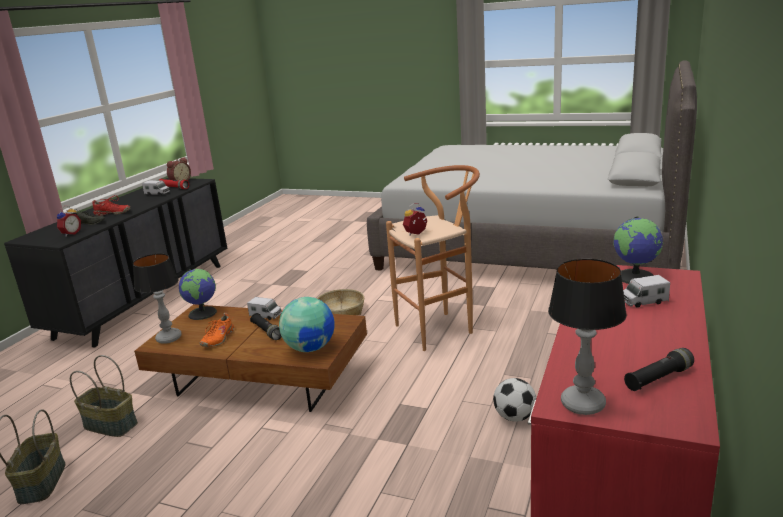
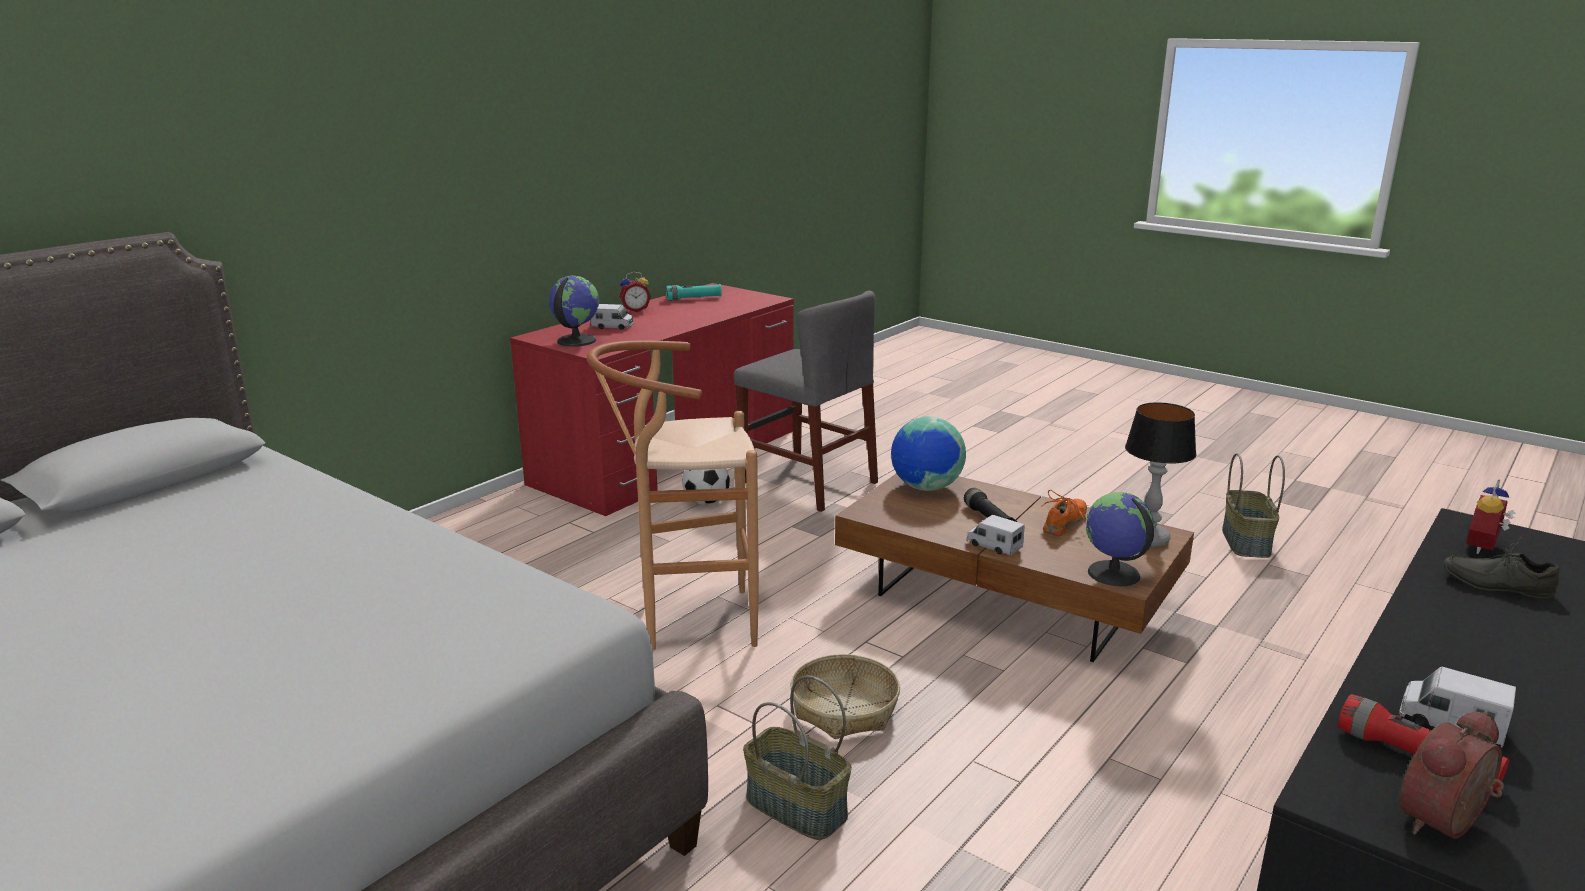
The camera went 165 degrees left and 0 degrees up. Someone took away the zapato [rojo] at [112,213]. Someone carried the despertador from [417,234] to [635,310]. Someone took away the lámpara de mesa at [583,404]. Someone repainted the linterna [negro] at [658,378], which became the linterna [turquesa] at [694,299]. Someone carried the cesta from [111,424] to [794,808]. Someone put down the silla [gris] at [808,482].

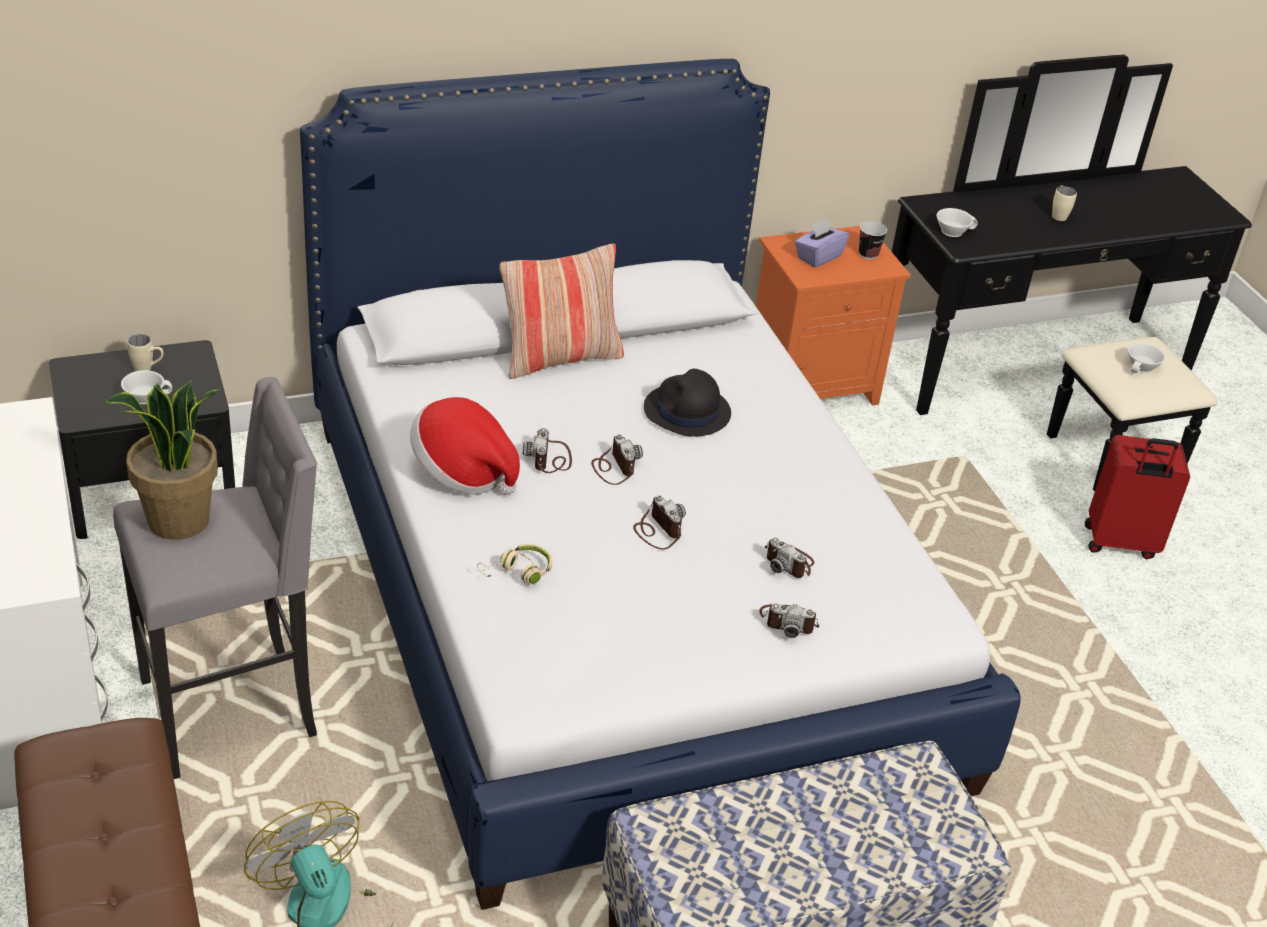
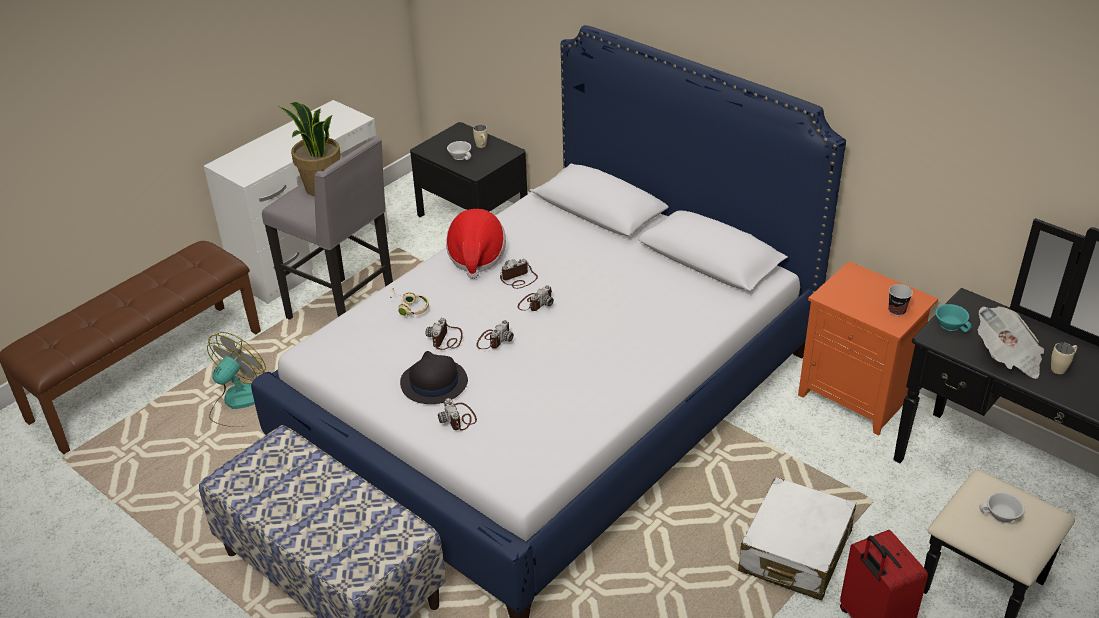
The camera went 65 degrees right and 0 degrees up. Someone repainted the taza [blanco] at [952,230], which became the taza [turquesa] at [951,325]. Someone took away the caja de pañuelos [morado] at [818,257]. Someone took away the cojín at [560,358]. Someone carried the sombrero [negro] from [687,412] to [433,383]. Someone carried the cámara from [789,562] to [446,339]. Someone put down the periódico at [1007,357]. Someone put down the maleta [blanco] at [795,552].

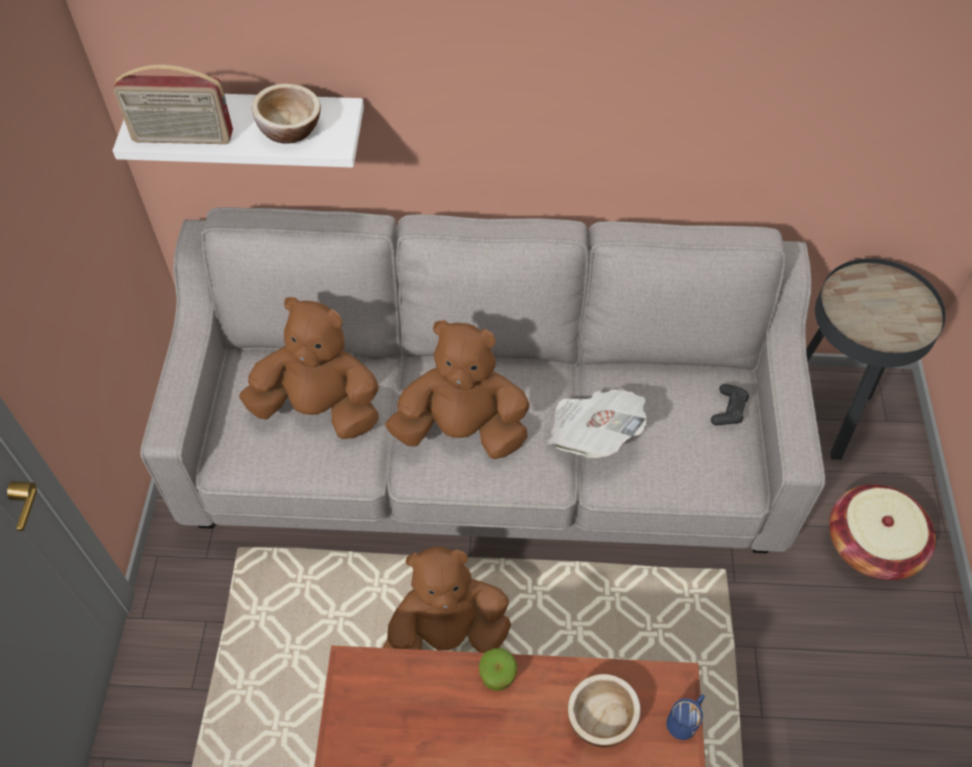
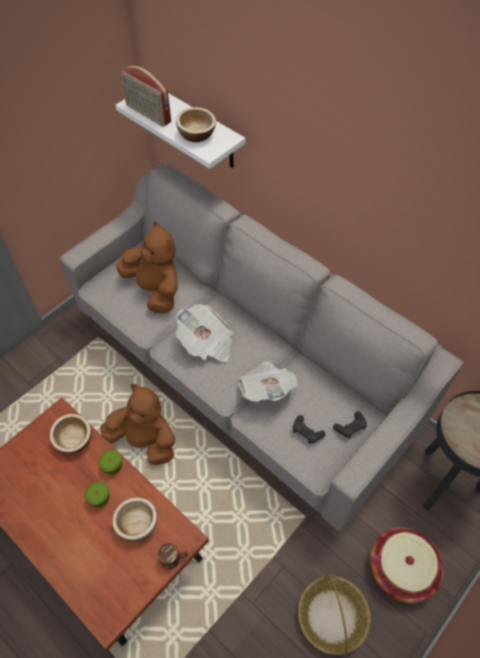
The camera went 40 degrees right and 0 degrees up. Someone swapped the peluche [marrón] at [462,430] for the periódico at [206,343]. Someone repainted the taza grande [azul] at [686,719], which became the taza grande [marrón] at [174,558]. Someone put down the cuenco at [74,439]. Someone put down the mando de consola [negro] at [307,432]. Someone put down the manzana at [100,498]. Someone put down the cesta at [332,617].

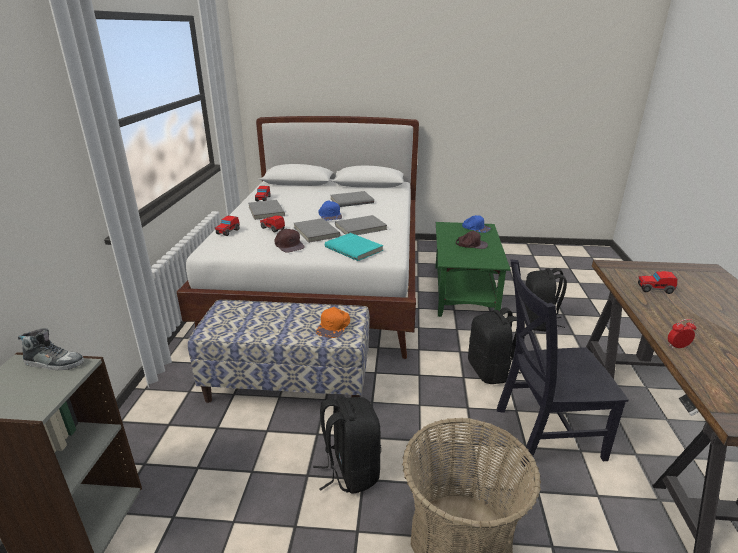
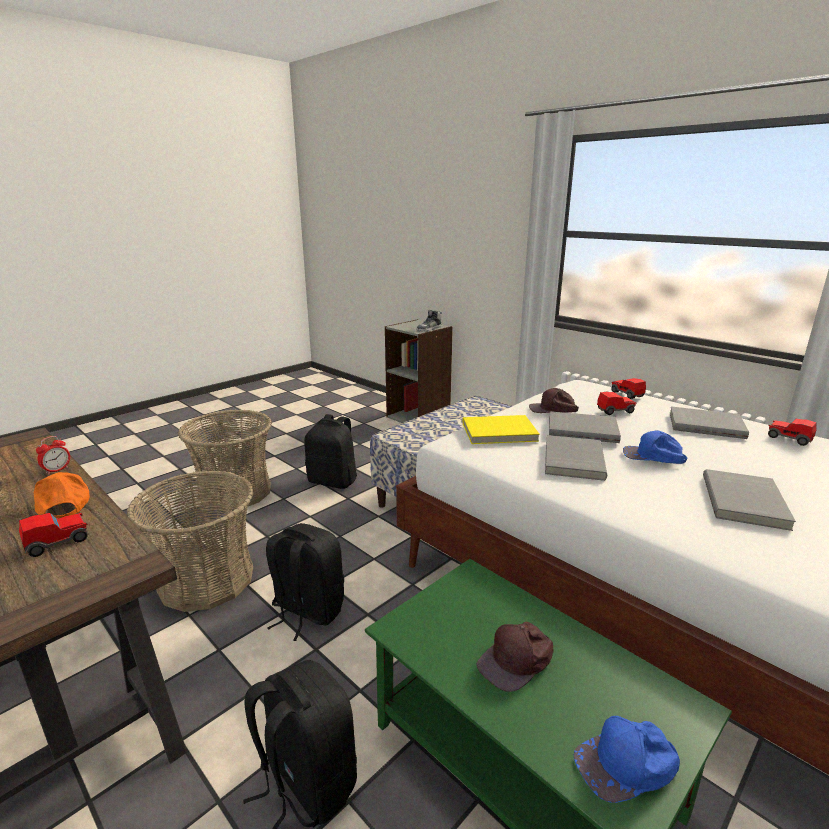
The camera went 130 degrees right and 5 degrees down. Someone repainted the libro [turquesa] at [354,248], which became the libro [amarillo] at [499,433]. Someone swapped the silla [negro] at [543,433] for the cesta at [207,579]. Someone carried the gorra [naranja] from [334,326] to [63,503].

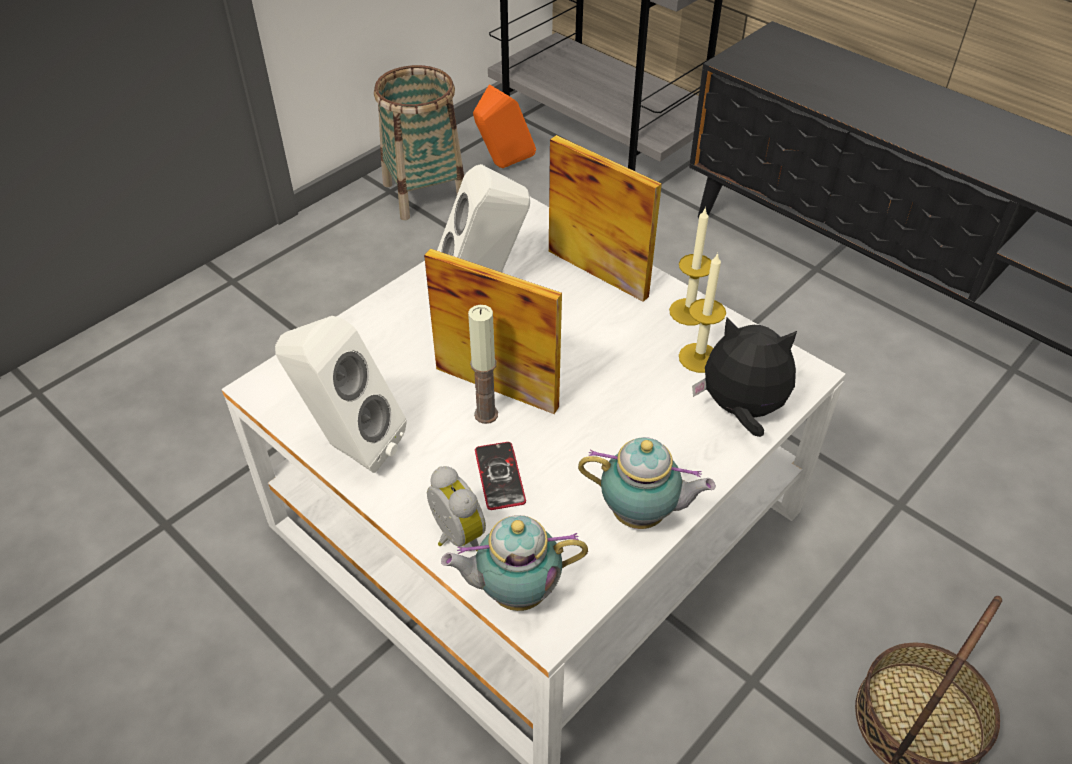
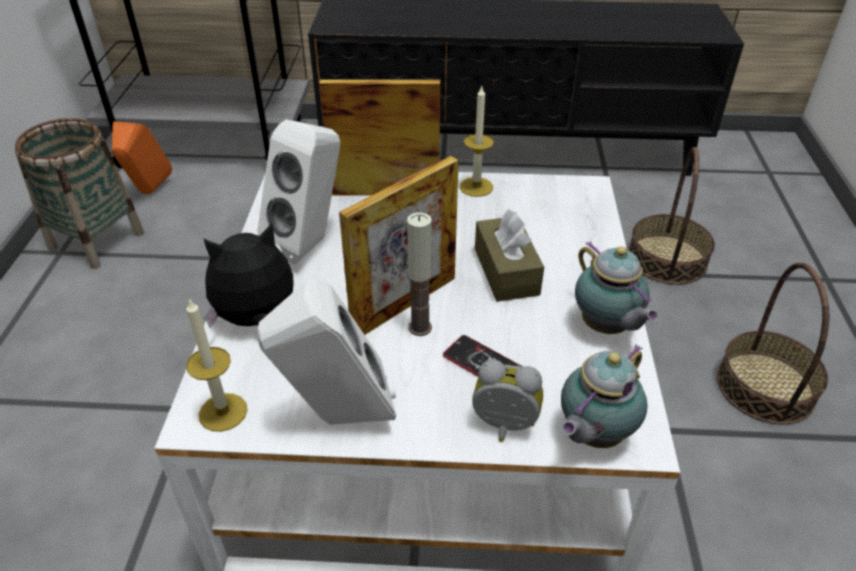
The camera went 40 degrees left and 5 degrees down. Someone rotated the portarretratos at [496,387] by 150 degrees clockwise. Someone carried the vela from [699,358] to [223,412]. Someone carried the peluche from [741,410] to [258,321]. Someone rotated the tetera at [642,515] by 90 degrees clockwise. Someone put down the cesta at [667,259]. Someone put down the caja de pañuelos [marrón] at [506,271].

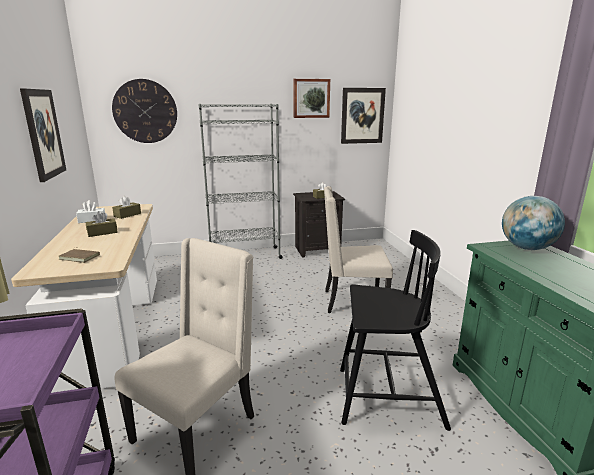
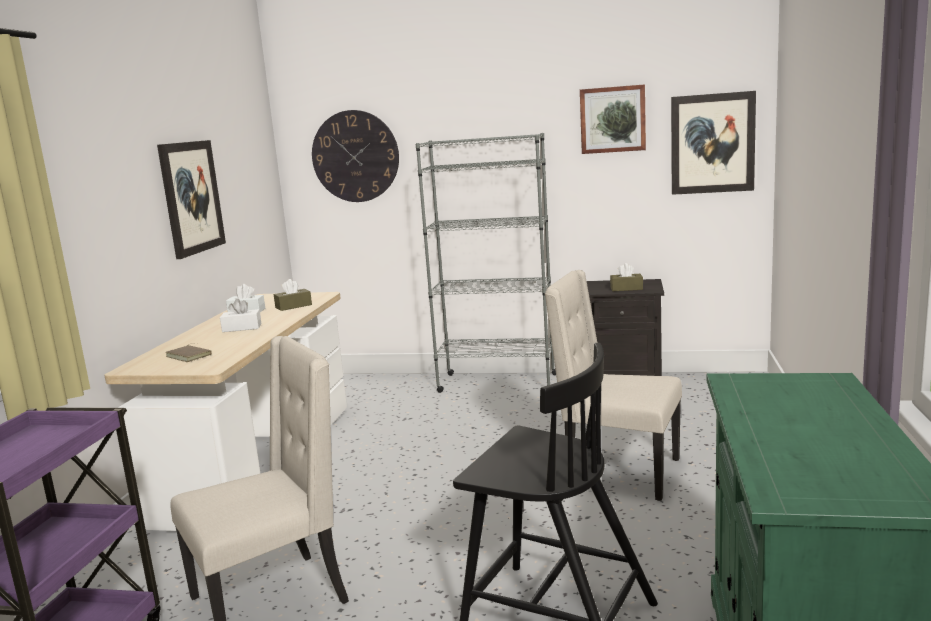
The camera went 25 degrees right and 5 degrees down. Someone took away the globo terráqueo at [526,248]. Someone repainted the caja de pañuelos [marrón] at [102,233], which became the caja de pañuelos [blanco] at [242,328].

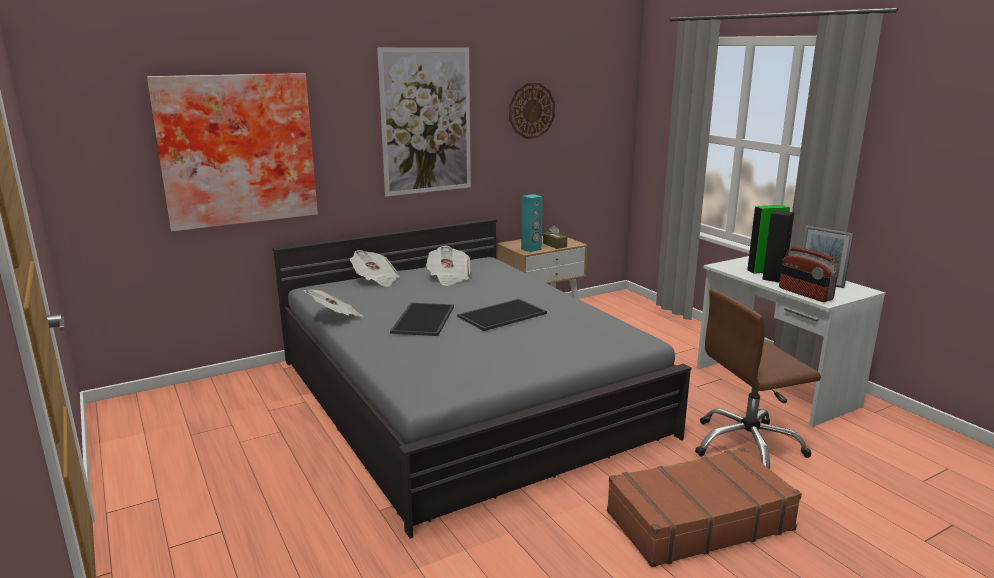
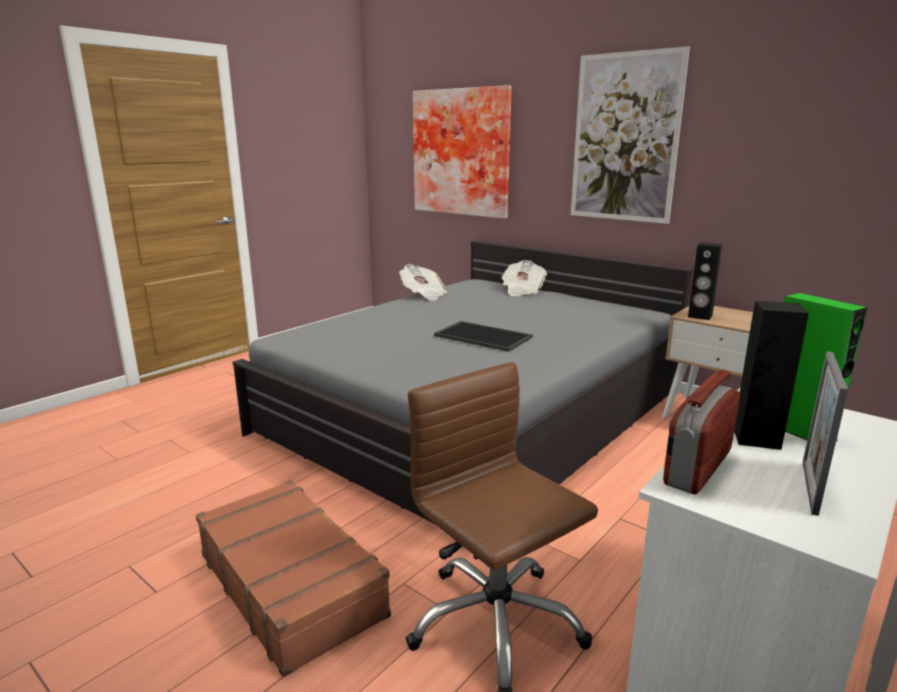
The camera went 70 degrees right and 0 degrees up. Someone took away the reloj de pared at [531,110]. Someone repainted the altavoz [turquesa] at [531,249], which became the altavoz [negro] at [700,316]. Someone took away the caja de pañuelos [marrón] at [554,245]. Someone took away the periódico at [448,278]. Someone took away the bandeja at [422,319].

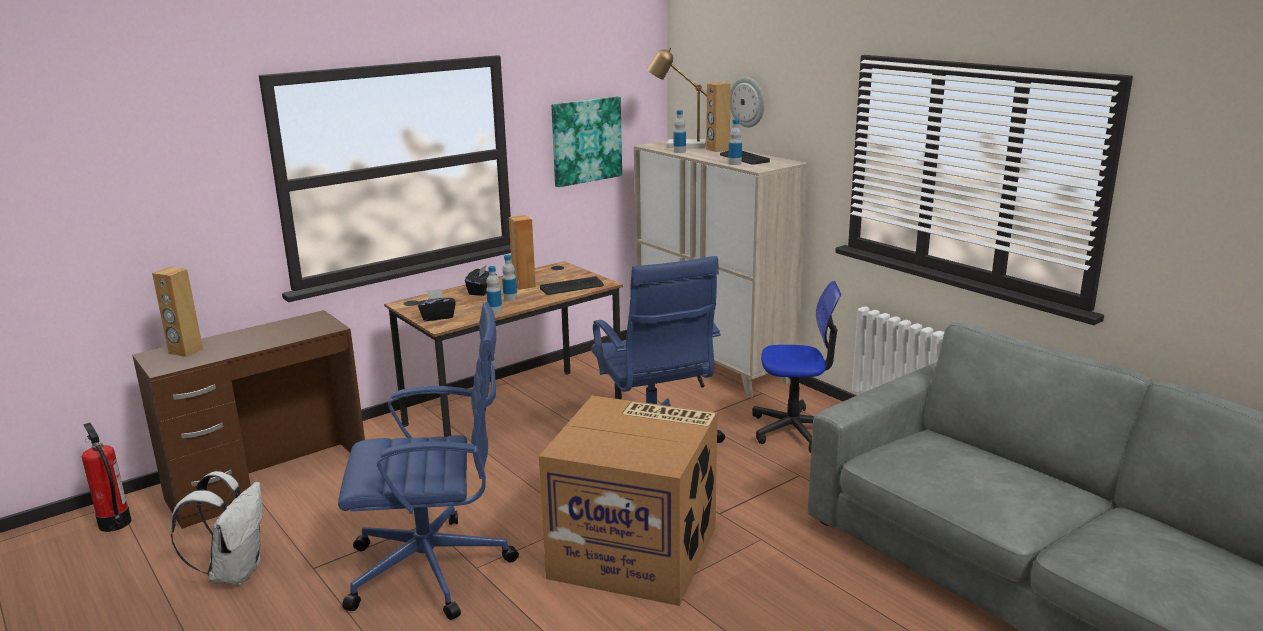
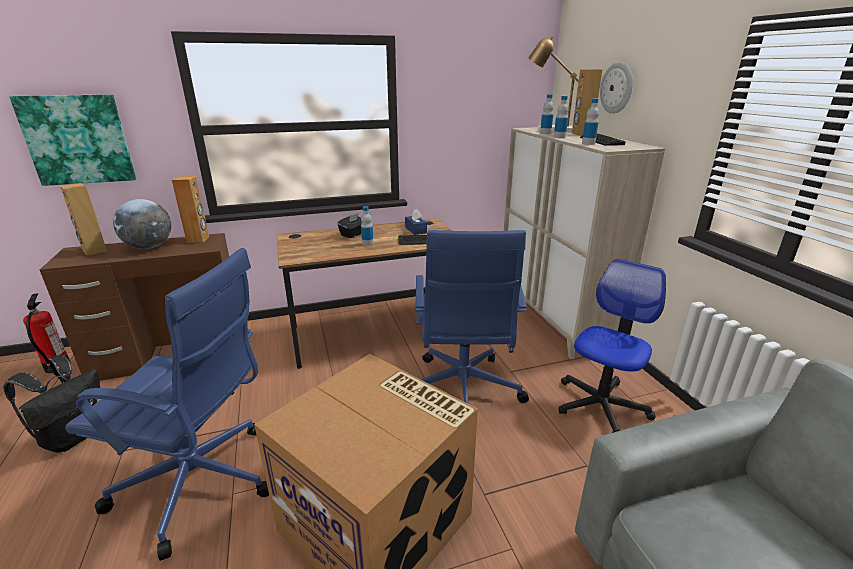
The camera went 20 degrees right and 5 degrees up. Someone carried the cuadro from [586,141] to [78,140]. Someone carried the altavoz [marrón] from [524,285] to [198,239]. Someone carried the botella from [495,311] to [559,137]. Someone rotated the silla de oficina at [795,430] by 75 degrees counterclockwise. Someone took away the caja de pañuelos [negro] at [437,317]. Someone repainted the mochila [blanco] at [234,572], which became the mochila [negro] at [73,436]. Someone put down the globo terráqueo at [149,247]. Someone put down the caja de pañuelos [azul] at [415,230].

